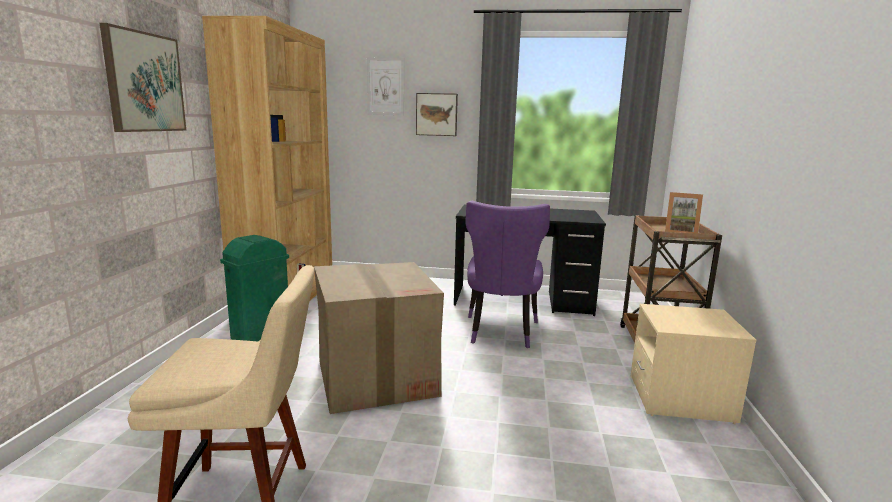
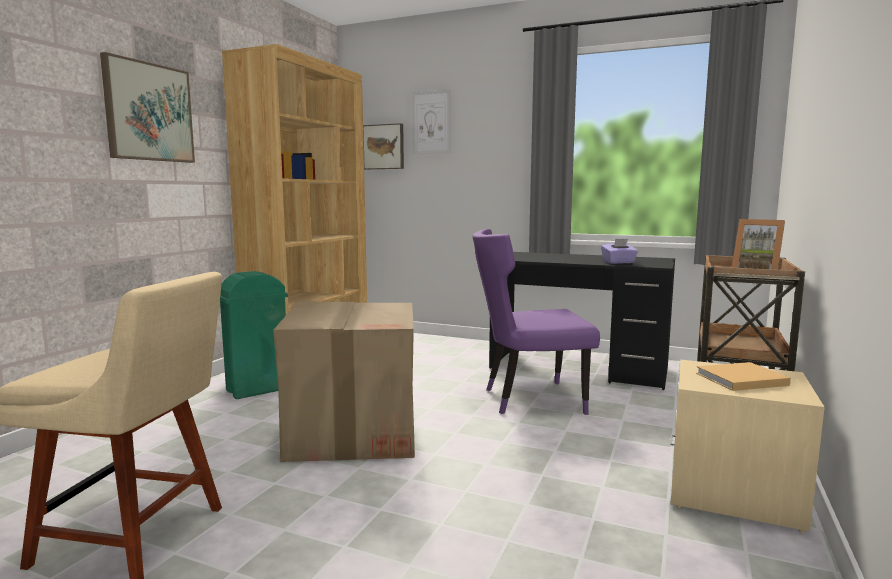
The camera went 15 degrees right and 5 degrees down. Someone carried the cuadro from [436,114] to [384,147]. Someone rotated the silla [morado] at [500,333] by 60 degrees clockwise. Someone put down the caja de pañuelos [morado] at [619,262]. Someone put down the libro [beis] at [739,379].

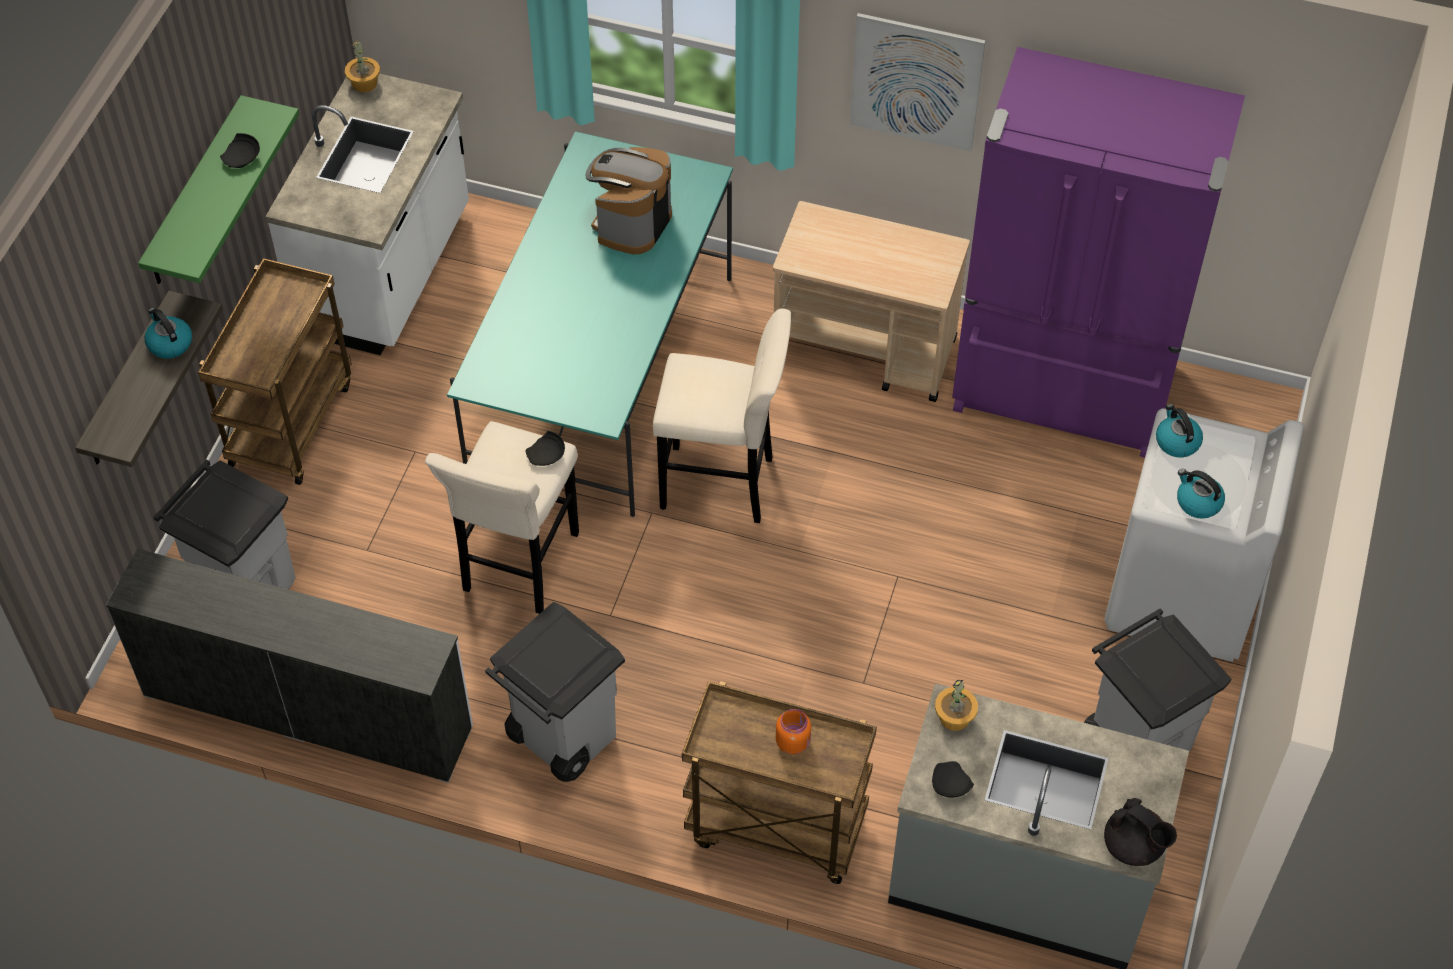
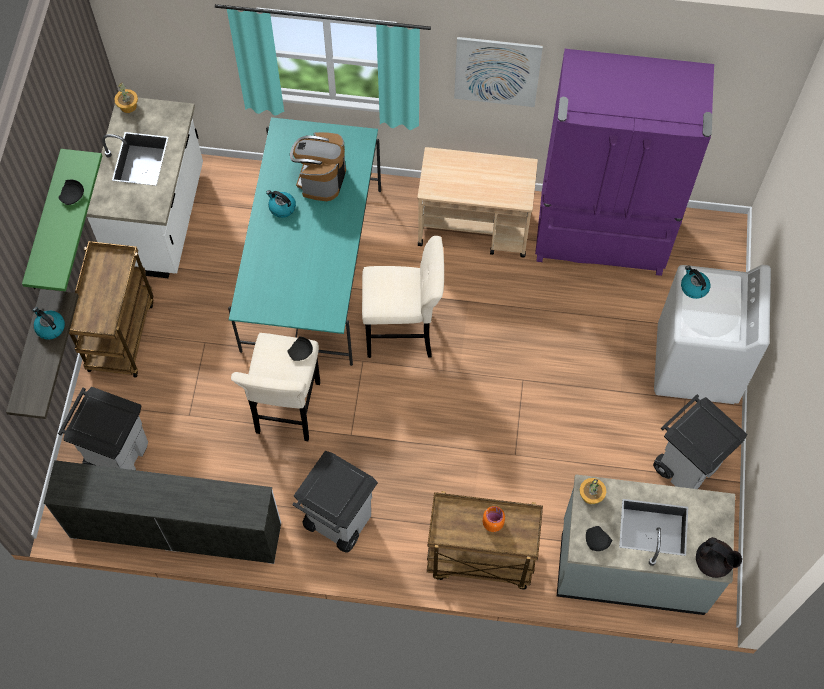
The camera went 10 degrees left and 10 degrees up. Someone carried the hervidor from [1197,502] to [282,207].

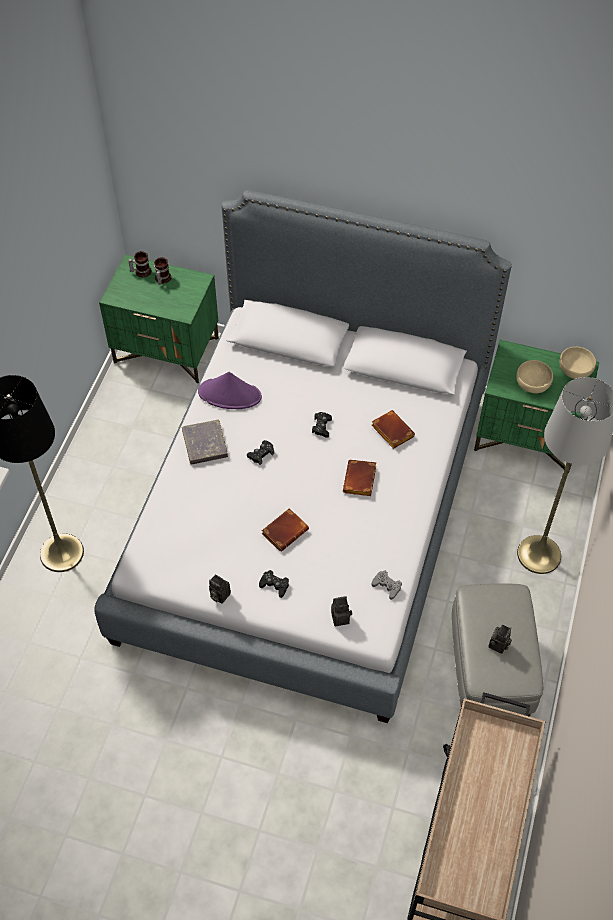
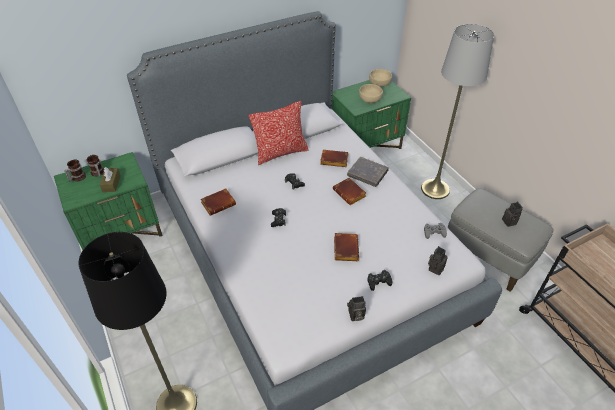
The camera went 45 degrees left and 10 degrees down. Someone swapped the sombrero [morado] at [230,394] for the libro [marrón] at [219,203]. Someone carried the libro [gris] from [205,444] to [367,174]. Someone put down the cojín at [280,153]. Someone put down the caja de pañuelos [marrón] at [111,183].

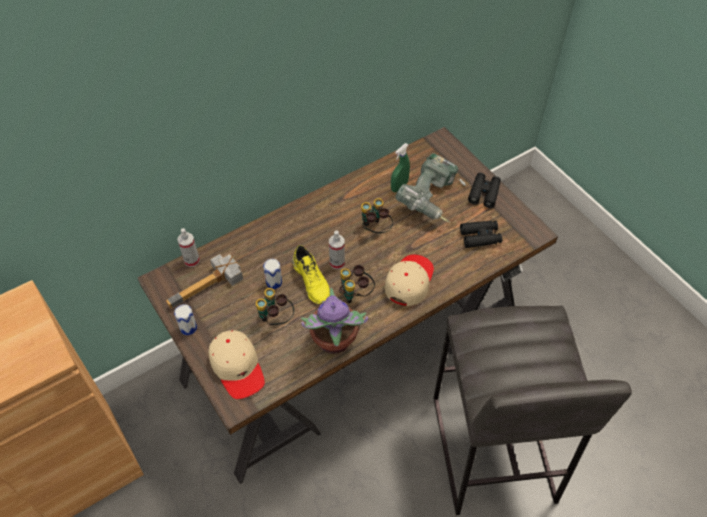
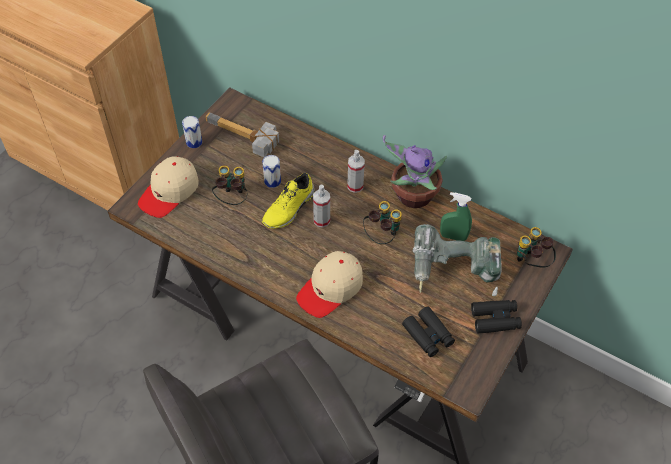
The camera went 65 degrees right and 0 degrees up. Someone carried the pulverizador from [192,260] to [355,186]. Someone rotated the gorra [beis] at [409,281] by 135 degrees clockwise. Someone carried the prismáticos from [356,294] to [531,262]. Someone carried the planta en maceta from [334,341] to [412,197].

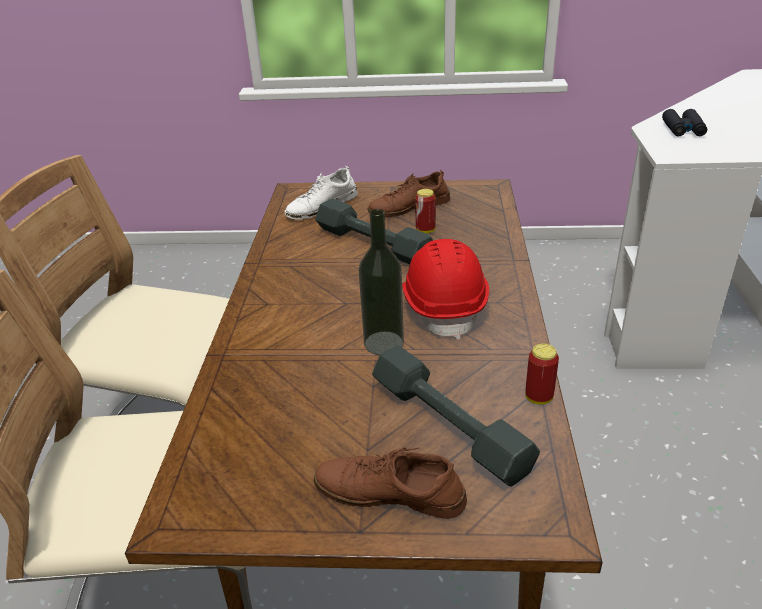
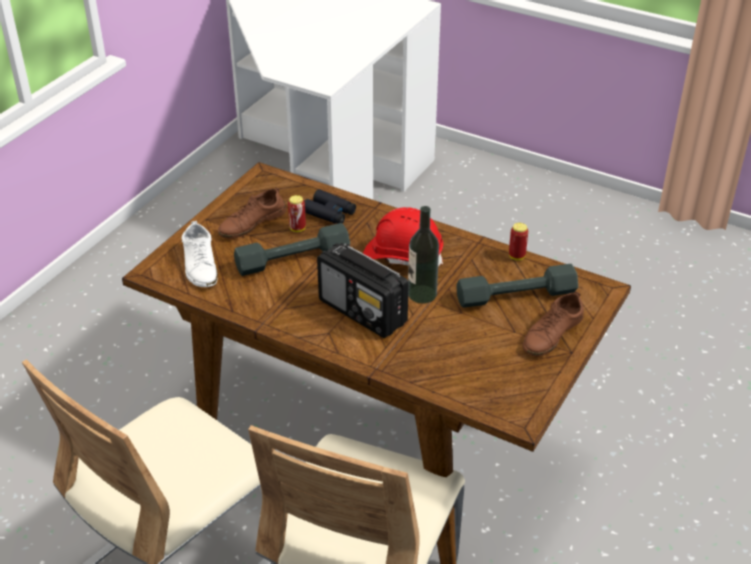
The camera went 65 degrees left and 5 degrees up. Someone carried the prismáticos [negro] from [683,129] to [329,213]. Someone rotated the zapato [marrón] at [409,207] by 45 degrees clockwise. Someone put down the radio at [363,312].

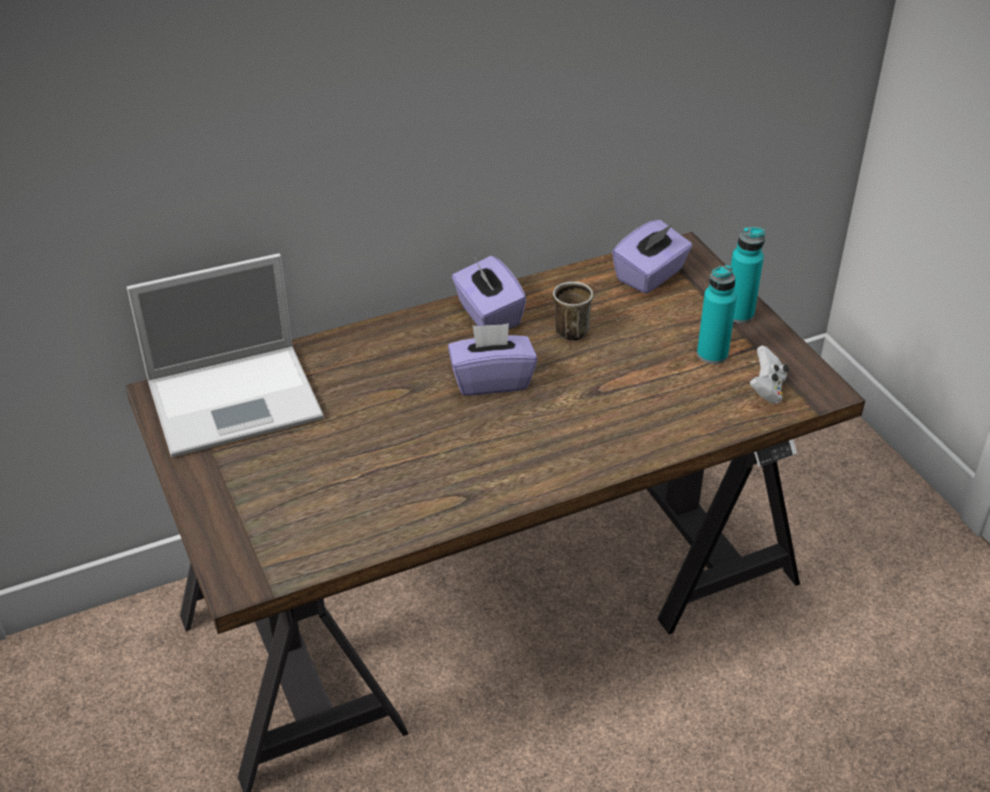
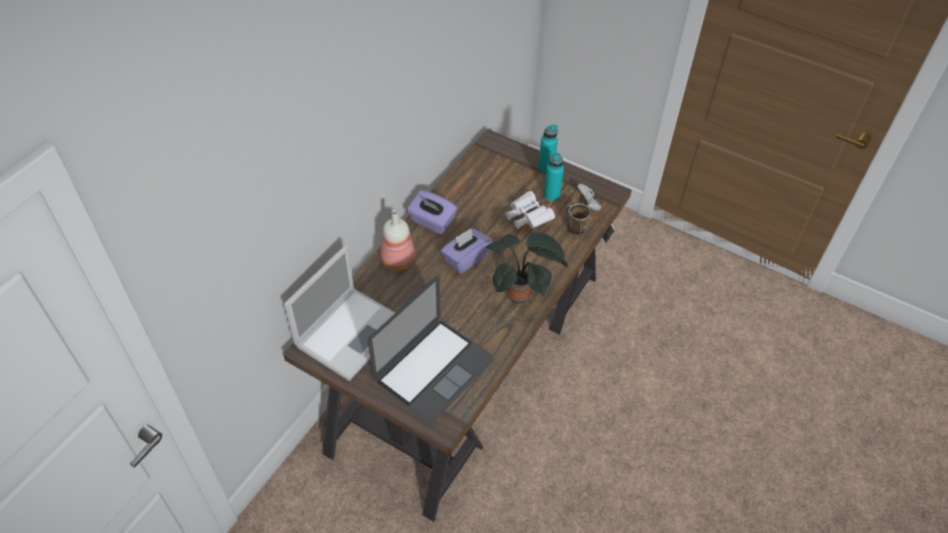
The camera went 35 degrees left and 10 degrees up. Someone took away the caja de pañuelos [morado] at [650,275]. Someone carried the taza grande from [569,328] to [573,228]. Someone put down the prismáticos [blanco] at [527,218]. Someone put down the botella at [398,261]. Someone put down the planta en maceta at [521,295]. Someone put down the portátil at [434,369].

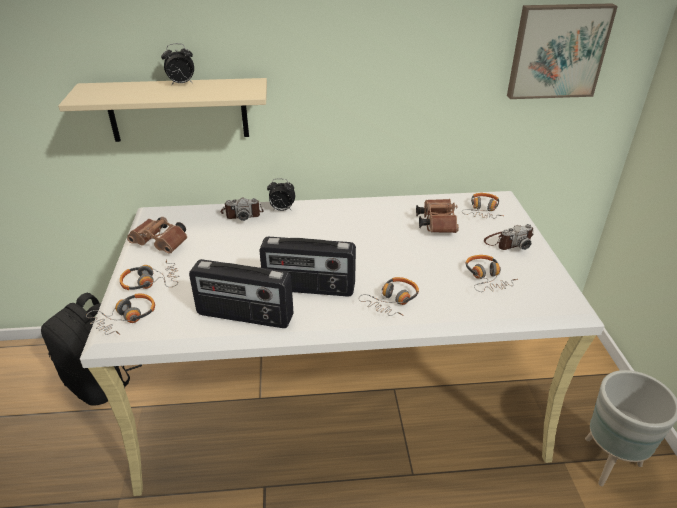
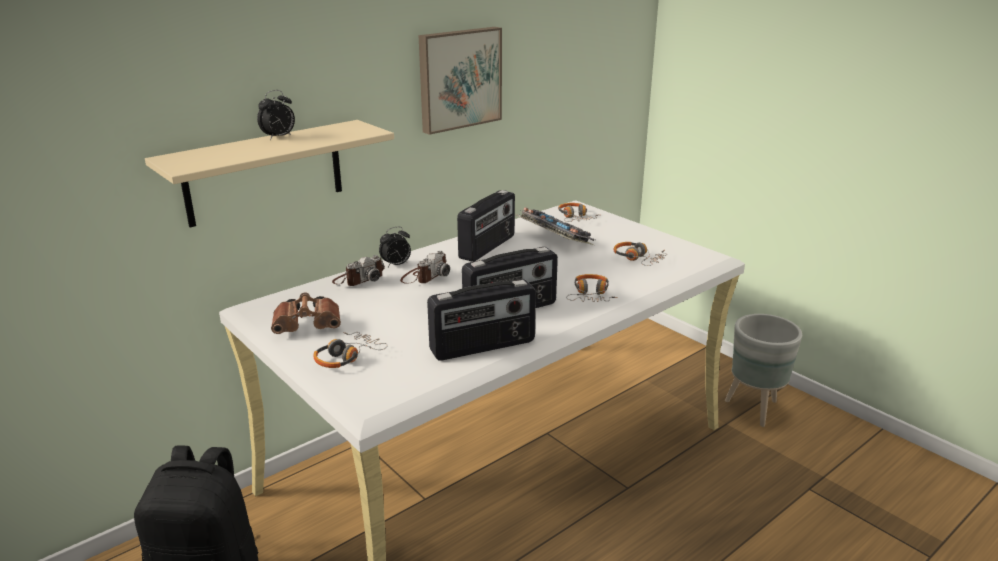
The camera went 35 degrees left and 10 degrees down. Someone carried the cuadro from [557,51] to [458,78]. Someone swapped the prismáticos [marrón] at [436,223] for the teclado at [551,236]. Someone carried the cámara from [507,242] to [424,276]. Someone took away the auriculares at [125,319]. Someone put down the radio at [488,247].

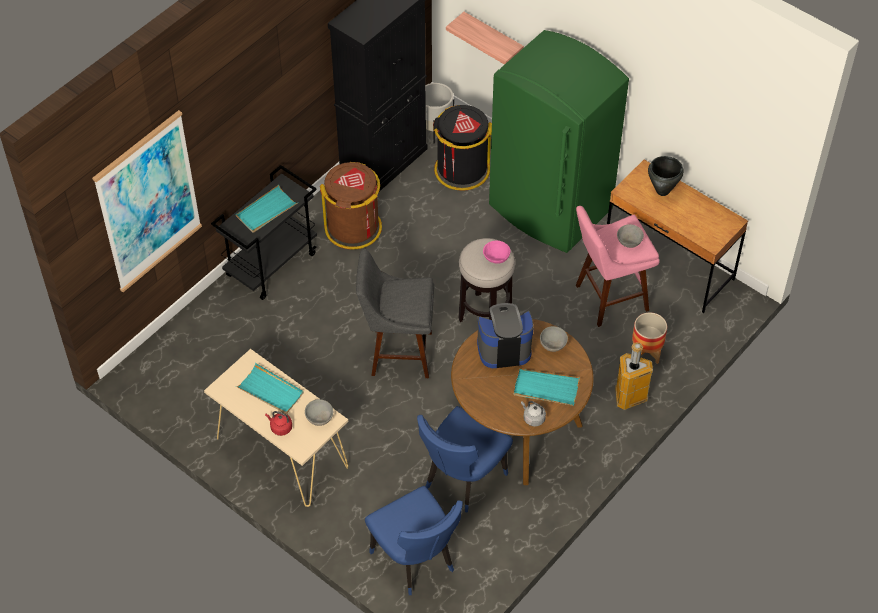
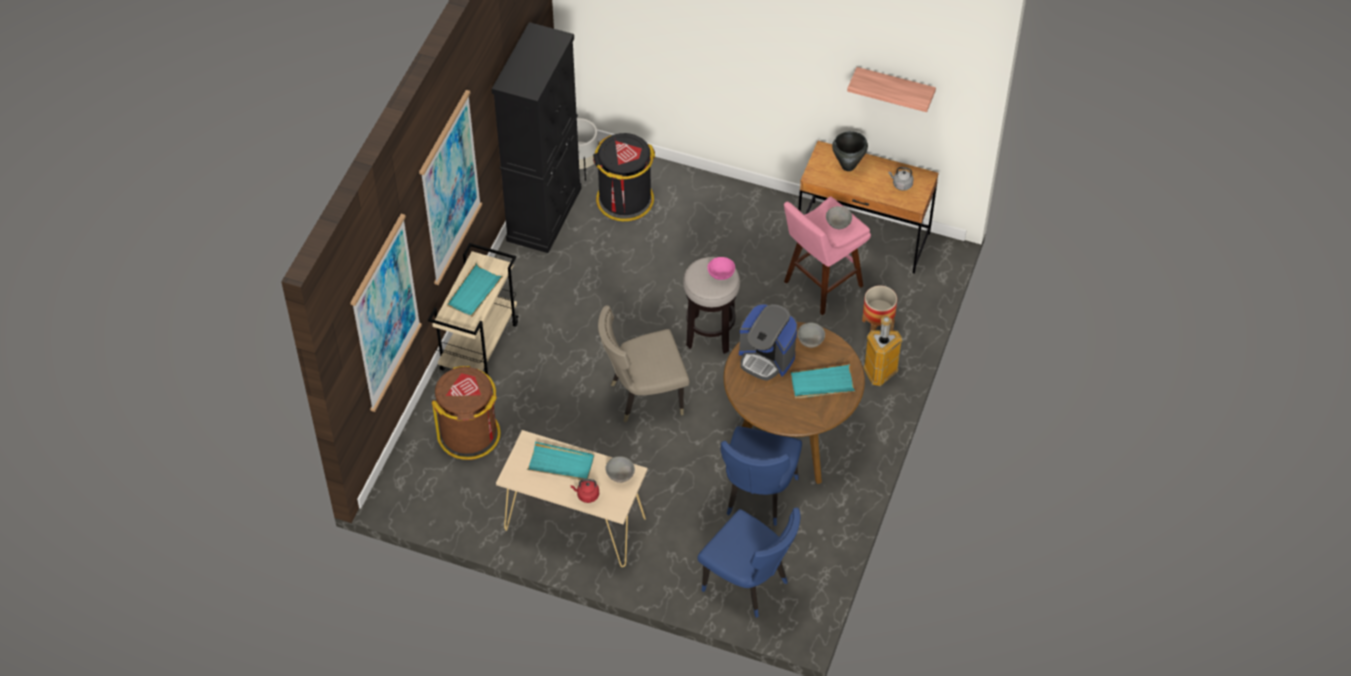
The camera went 20 degrees left and 0 degrees up. Someone carried the estante from [493,38] to [895,87]. Someone took away the nevera [verde] at [550,209]. Someone carried the papelera [marrón] from [354,228] to [469,434]. Someone repainted the carrito [negro] at [271,264], which became the carrito [beis] at [479,346]. Someone swapped the taburete [gris] at [397,353] for the silla [beis] at [643,396]. Someone rotated the cafetera at [504,348] by 120 degrees counterclockwise. Someone carried the hervidor [gris] from [533,418] to [901,184]. Someone put up the cuadro at [449,188].

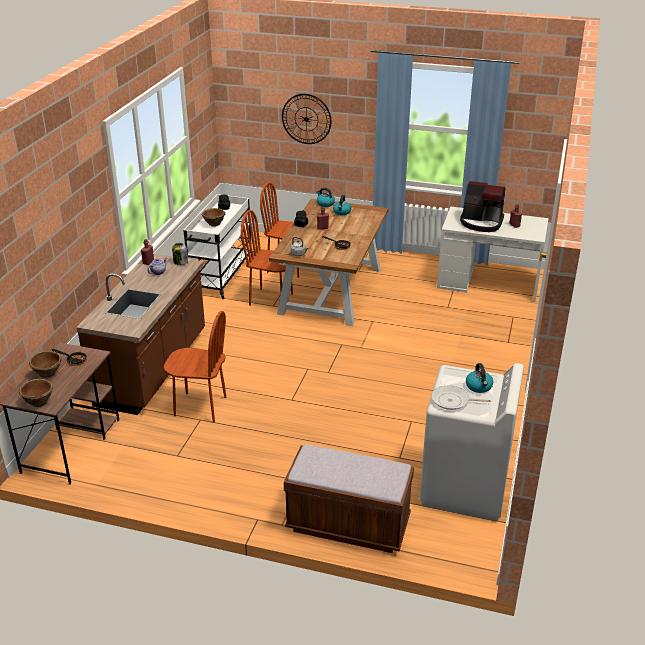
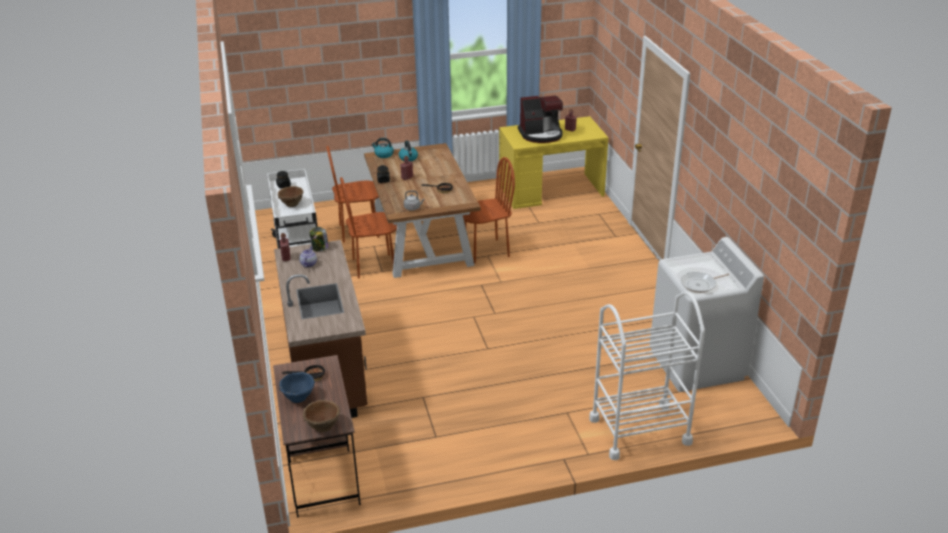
The camera went 30 degrees left and 0 degrees up. Someone took away the reloj de pared at [306,119]. Someone repainted the escritorio [blanco] at [488,282], which became the escritorio [amarillo] at [551,190]. Someone carried the silla [marrón] from [200,407] to [486,251]. Someone repainted the cuenco [marrón] at [48,373], which became the cuenco [azul] at [299,397]. Someone took away the hervidor at [479,387]. Someone swapped the banco [marrón] at [348,525] for the carrito [blanco] at [640,431].

